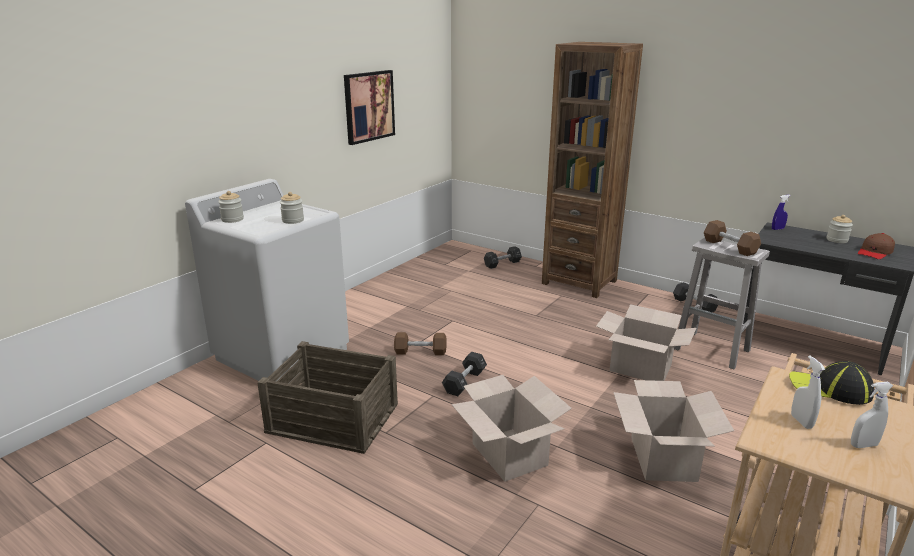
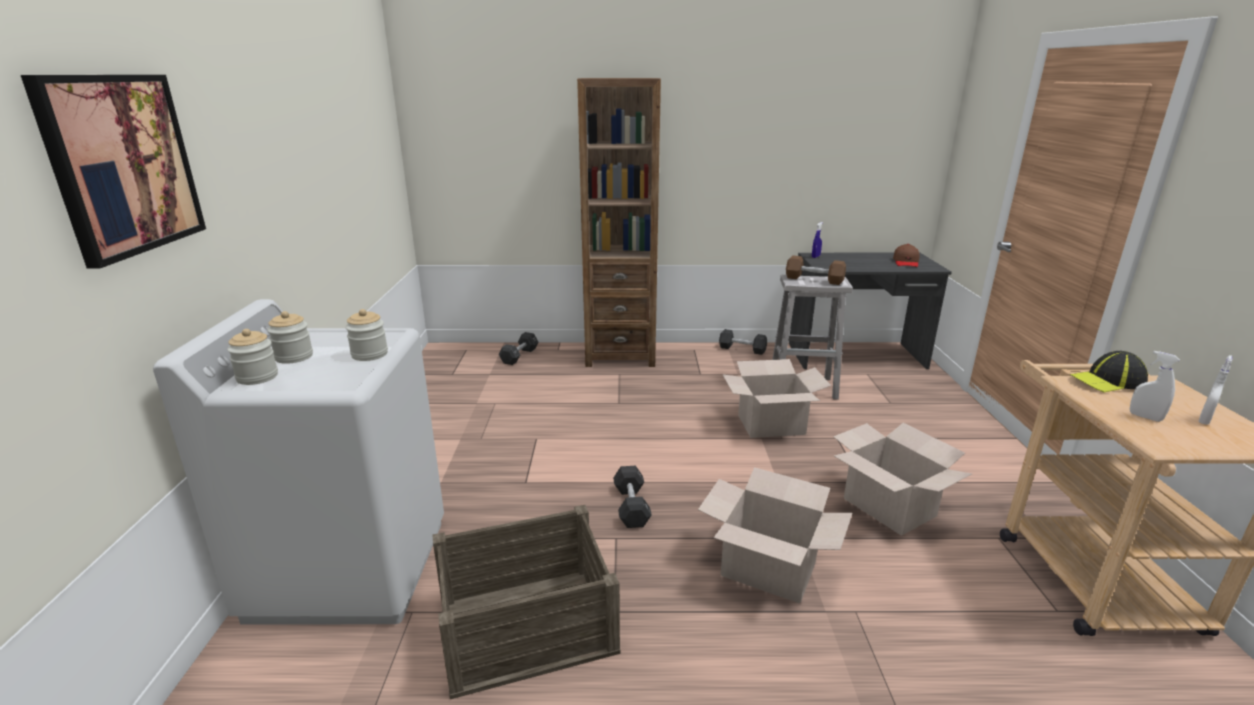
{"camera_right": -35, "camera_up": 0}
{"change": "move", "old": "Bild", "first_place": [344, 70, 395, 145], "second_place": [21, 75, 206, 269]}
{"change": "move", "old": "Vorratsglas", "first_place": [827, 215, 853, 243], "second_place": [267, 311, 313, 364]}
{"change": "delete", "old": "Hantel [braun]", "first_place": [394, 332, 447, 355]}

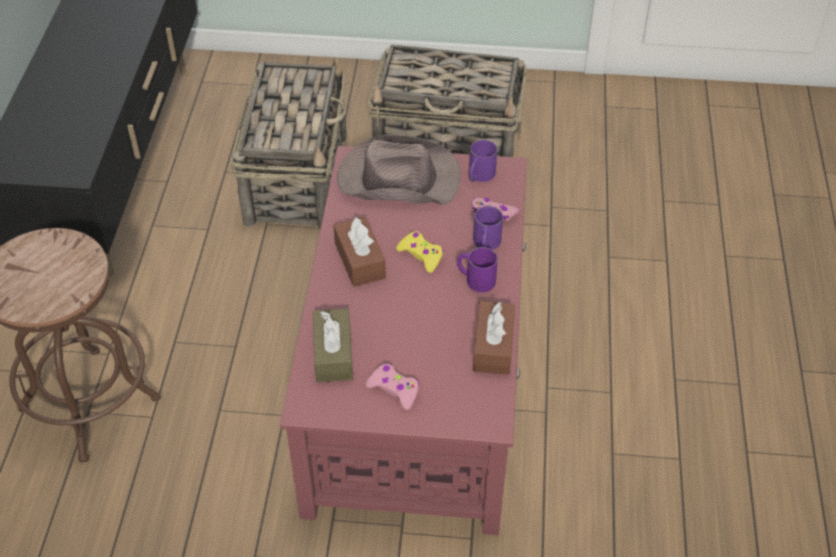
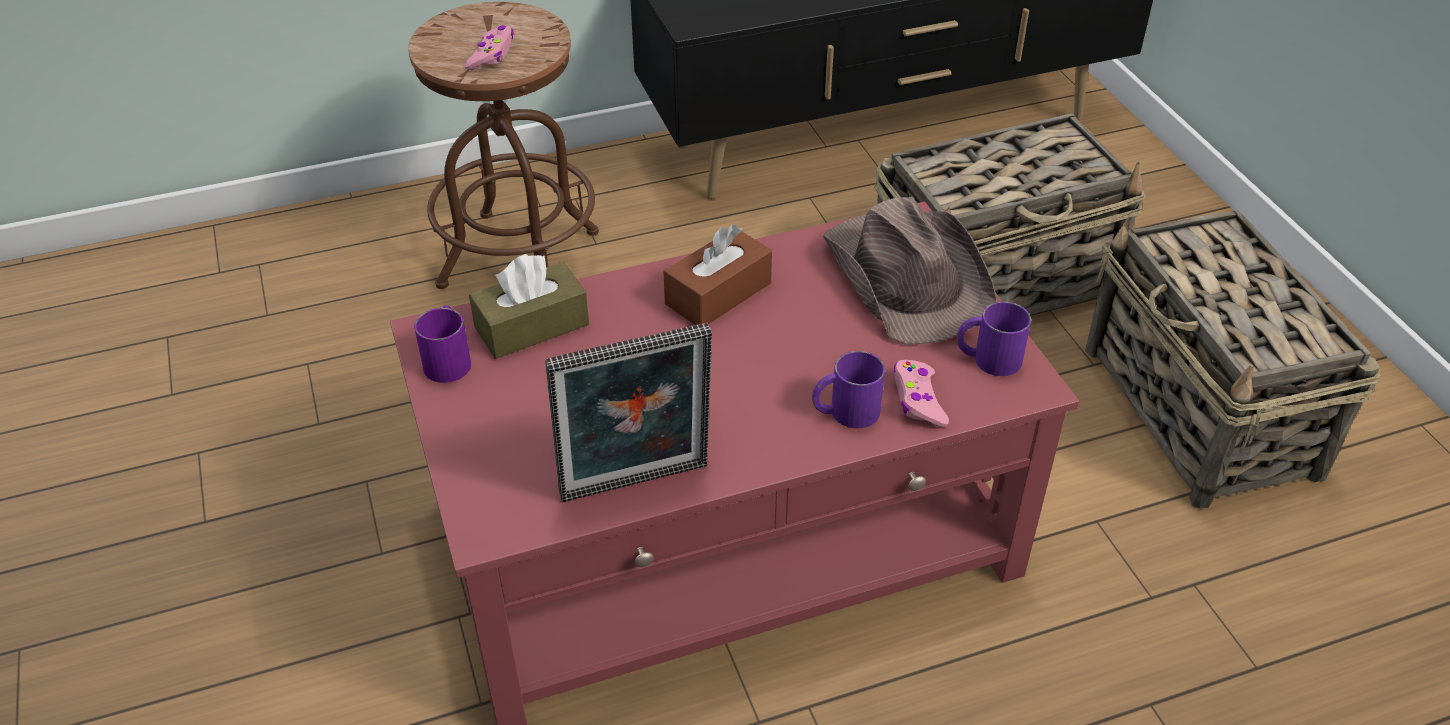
{"camera_right": 65, "camera_up": -5}
{"change": "delete", "old": "Gamepad [gelb]", "first_place": [396, 231, 444, 273]}
{"change": "move", "old": "Henkelbecher [lila]", "first_place": [457, 247, 498, 292], "second_place": [414, 305, 471, 383]}
{"change": "replace", "old": "Taschentuchbox [braun]", "new": "Bilderrahmen", "first_place": [473, 301, 515, 375], "second_place": [545, 323, 712, 502]}
{"change": "move", "old": "Gamepad [rosa]", "first_place": [366, 363, 420, 410], "second_place": [465, 25, 514, 70]}

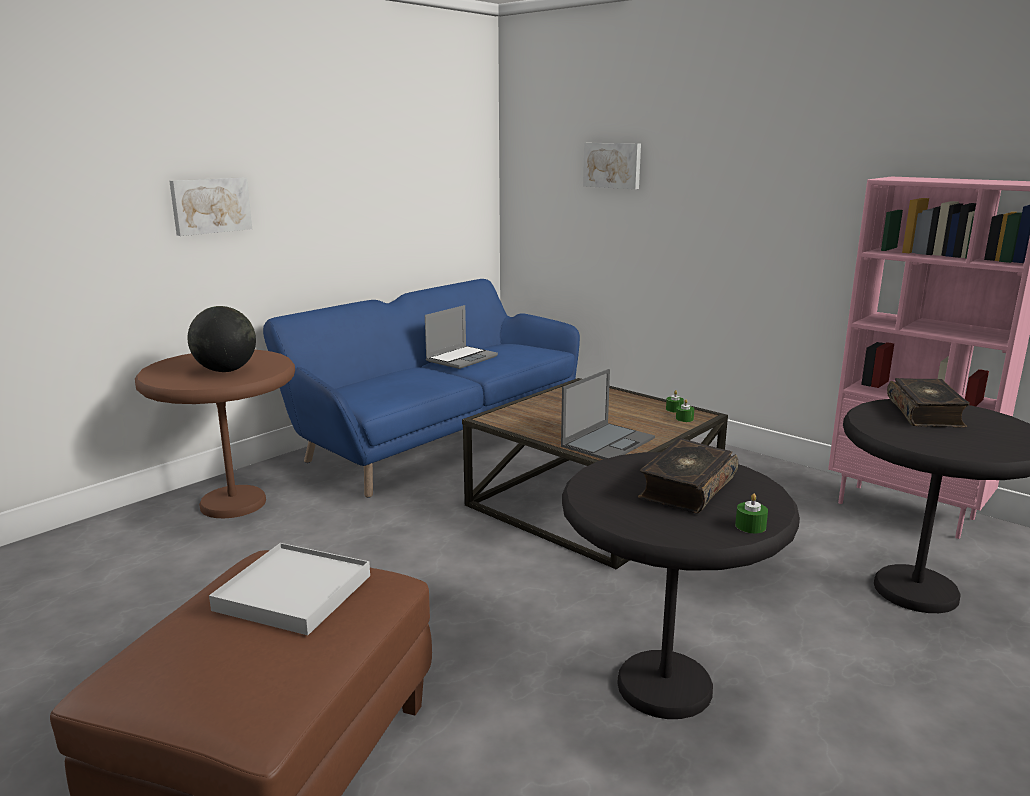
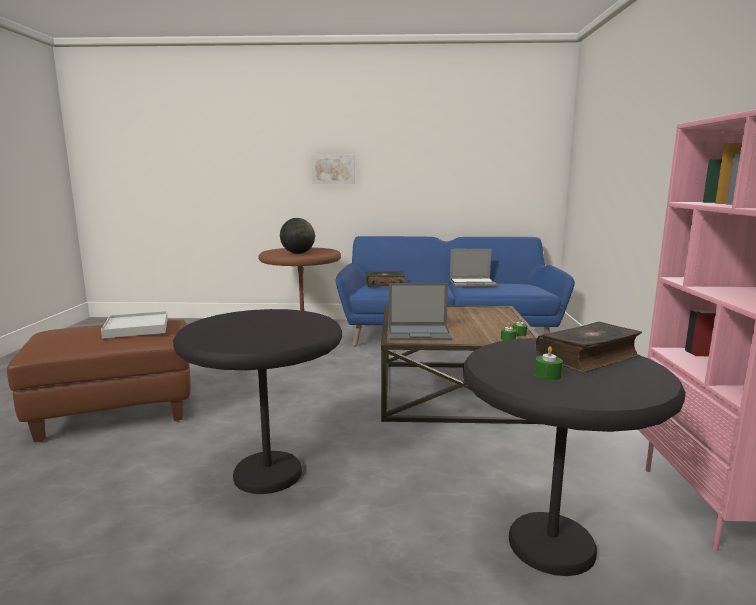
{"camera_right": 50, "camera_up": -5}
{"change": "delete", "old": "Bild", "first_place": [583, 143, 641, 189]}
{"change": "move", "old": "Buch", "first_place": [638, 438, 738, 513], "second_place": [365, 271, 406, 287]}
{"change": "move", "old": "Kerze [grün]", "first_place": [735, 494, 768, 533], "second_place": [535, 346, 563, 380]}

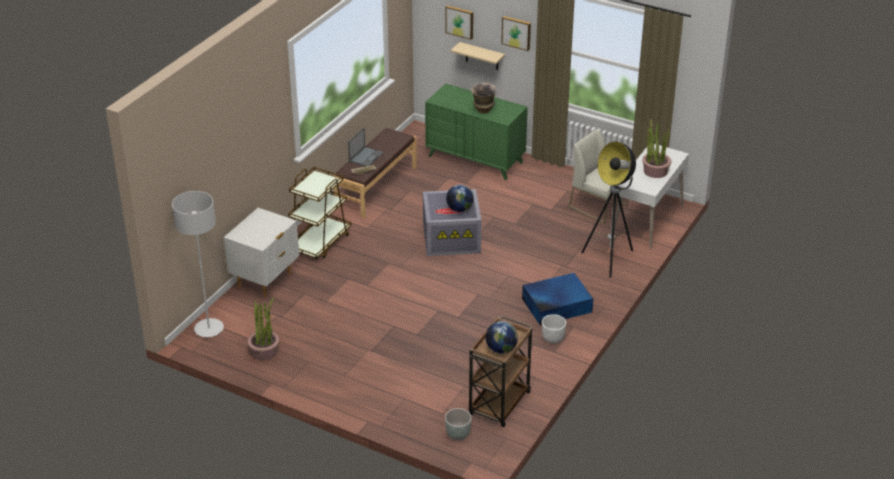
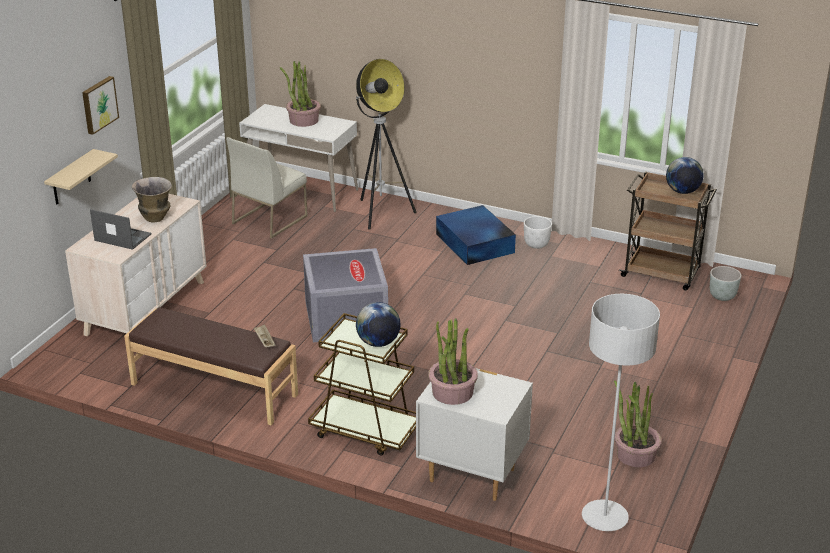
{"camera_right": -95, "camera_up": -5}
{"change": "delete", "old": "Bild", "first_place": [445, 5, 473, 40]}
{"change": "recolor", "old": "Kommode [grün]", "new": "Kommode [beige]", "first_place": [425, 84, 528, 180], "second_place": [65, 194, 207, 336]}
{"change": "move", "old": "Laptop", "first_place": [348, 128, 384, 167], "second_place": [90, 209, 152, 250]}
{"change": "move", "old": "Globus", "first_place": [446, 185, 474, 212], "second_place": [356, 302, 400, 347]}
{"change": "insert", "new": "Topfpflanze", "second_place": [428, 318, 478, 405]}

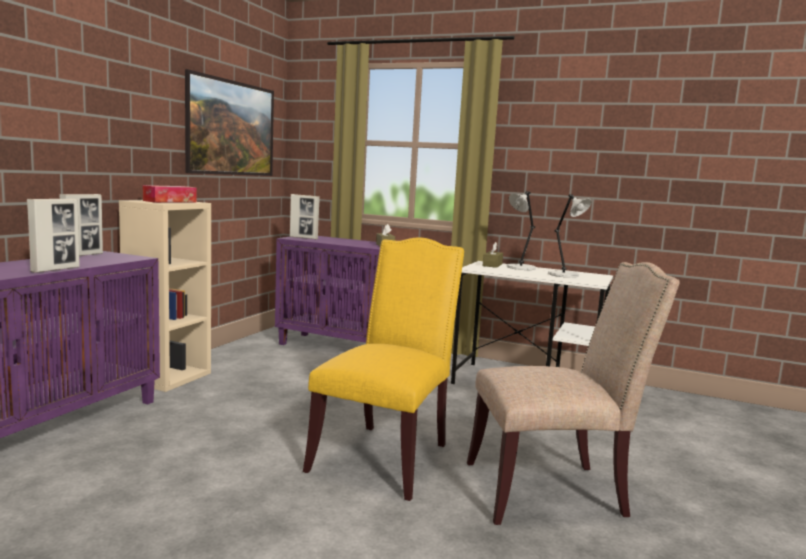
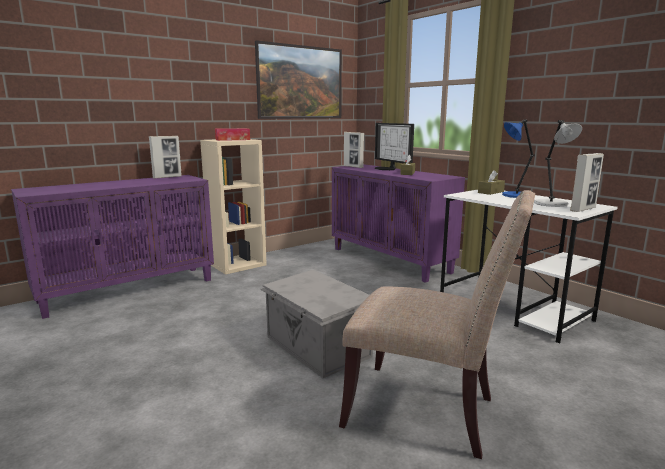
{"camera_right": 30, "camera_up": 5}
{"change": "recolor", "old": "Tischlampe [grau]", "new": "Tischlampe [blau]", "first_place": [507, 191, 536, 270], "second_place": [502, 120, 535, 198]}
{"change": "move", "old": "Bilderrahmen", "first_place": [27, 199, 80, 273], "second_place": [570, 153, 604, 212]}
{"change": "replace", "old": "Stuhl [gelb]", "new": "Aufbewahrungsbox [grau]", "first_place": [303, 238, 464, 501], "second_place": [260, 270, 373, 378]}
{"change": "insert", "new": "Monitor", "second_place": [375, 123, 414, 170]}

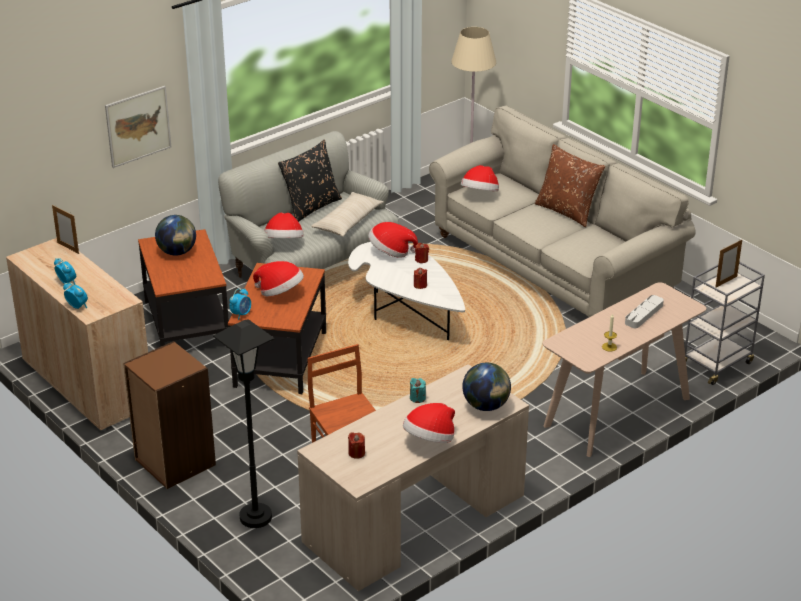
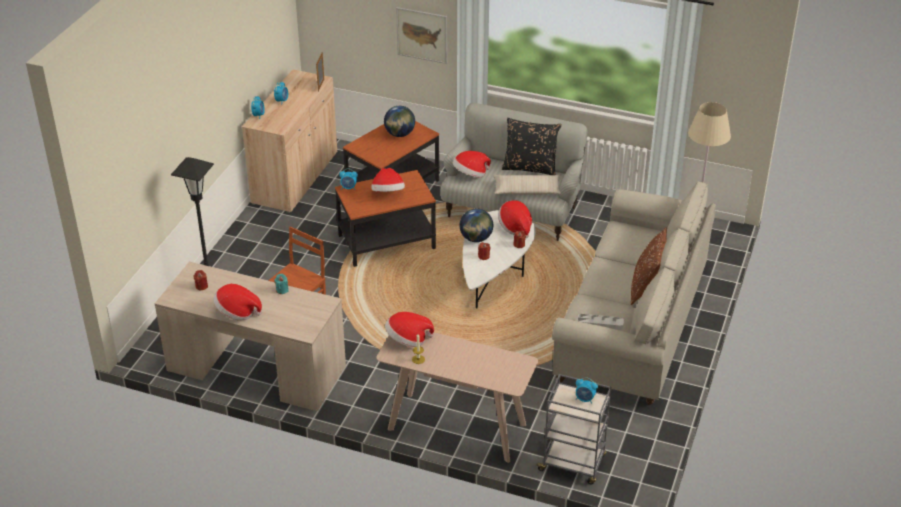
{"camera_right": 60, "camera_up": 5}
{"change": "move", "old": "Hut", "first_place": [461, 165, 499, 191], "second_place": [385, 312, 434, 347]}
{"change": "replace", "old": "Bilderrahmen", "new": "Wecker", "first_place": [715, 240, 742, 288], "second_place": [576, 377, 598, 404]}
{"change": "move", "old": "Tablett [grau]", "first_place": [625, 295, 664, 328], "second_place": [577, 314, 624, 330]}
{"change": "delete", "old": "Bücherregal [braun]", "first_place": [123, 341, 216, 489]}
{"change": "move", "old": "Globus", "first_place": [462, 363, 511, 411], "second_place": [459, 208, 493, 242]}

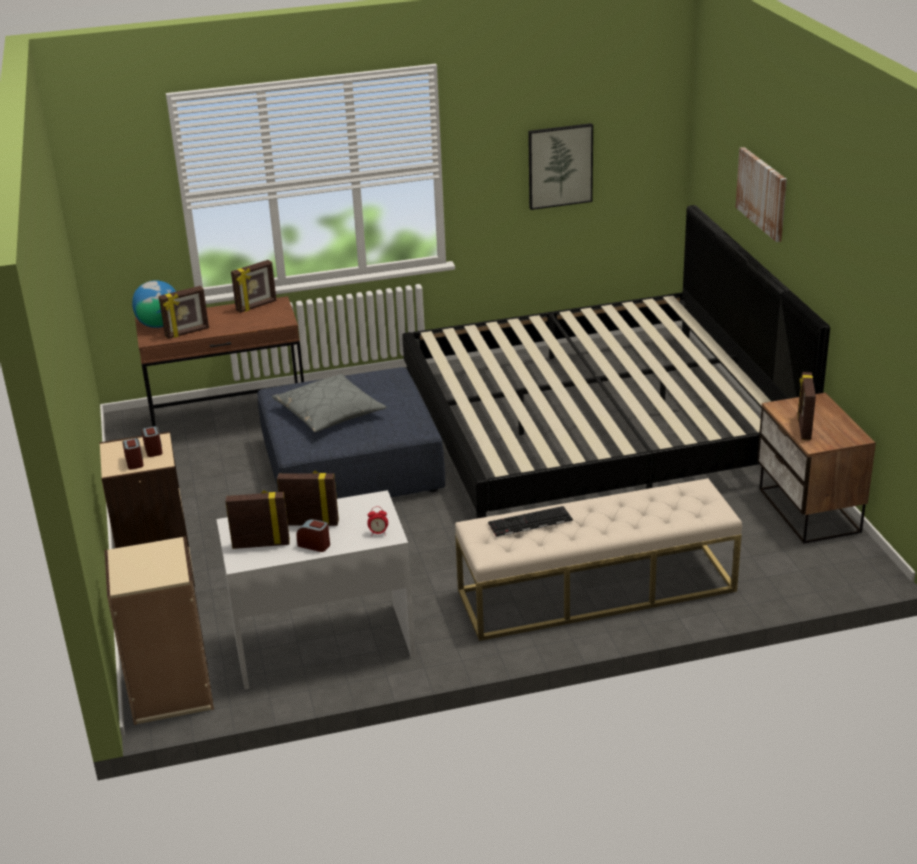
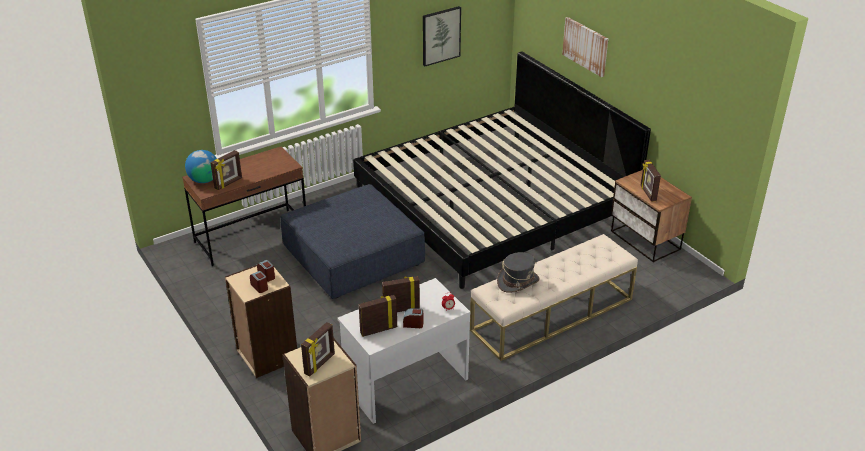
{"camera_right": -20, "camera_up": 5}
{"change": "move", "old": "Bilderrahmen", "first_place": [231, 260, 277, 313], "second_place": [301, 322, 335, 377]}
{"change": "delete", "old": "Kissen [grau]", "first_place": [272, 374, 387, 432]}
{"change": "replace", "old": "Tastatur", "new": "Hut [grau]", "first_place": [488, 506, 573, 537], "second_place": [497, 252, 540, 293]}

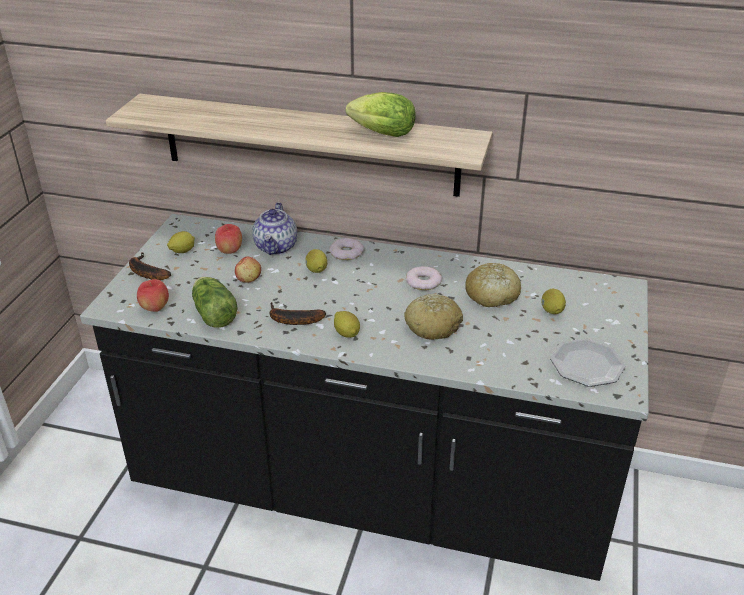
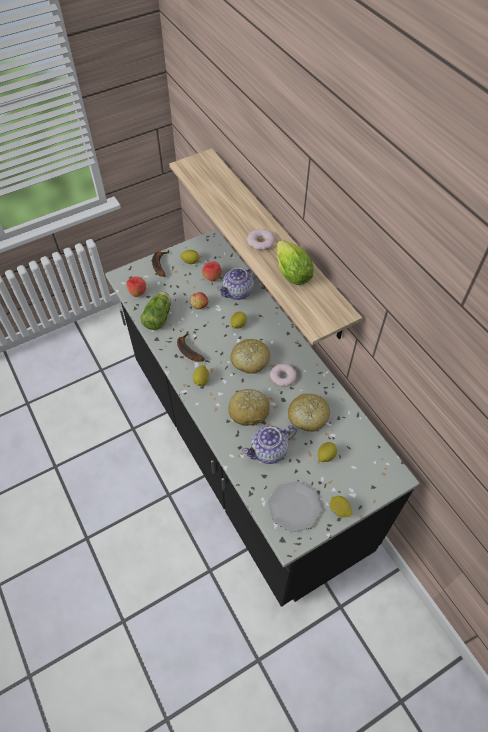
{"camera_right": 45, "camera_up": 20}
{"change": "move", "old": "Donut", "first_place": [329, 238, 364, 260], "second_place": [247, 229, 275, 250]}
{"change": "insert", "new": "Brot", "second_place": [230, 339, 270, 374]}
{"change": "insert", "new": "Teekanne", "second_place": [242, 425, 297, 464]}
{"change": "insert", "new": "Zitrone", "second_place": [330, 496, 352, 517]}

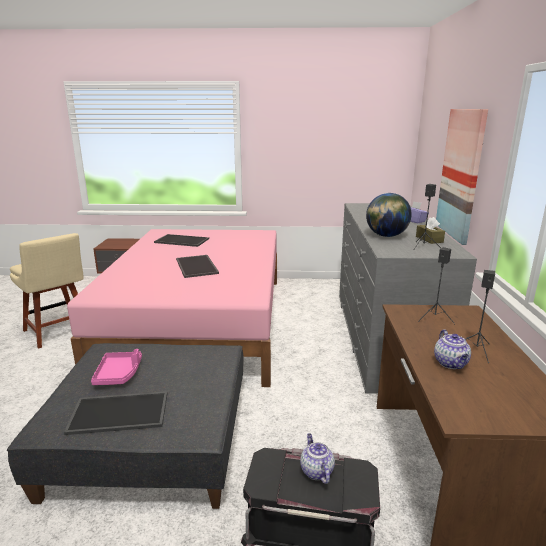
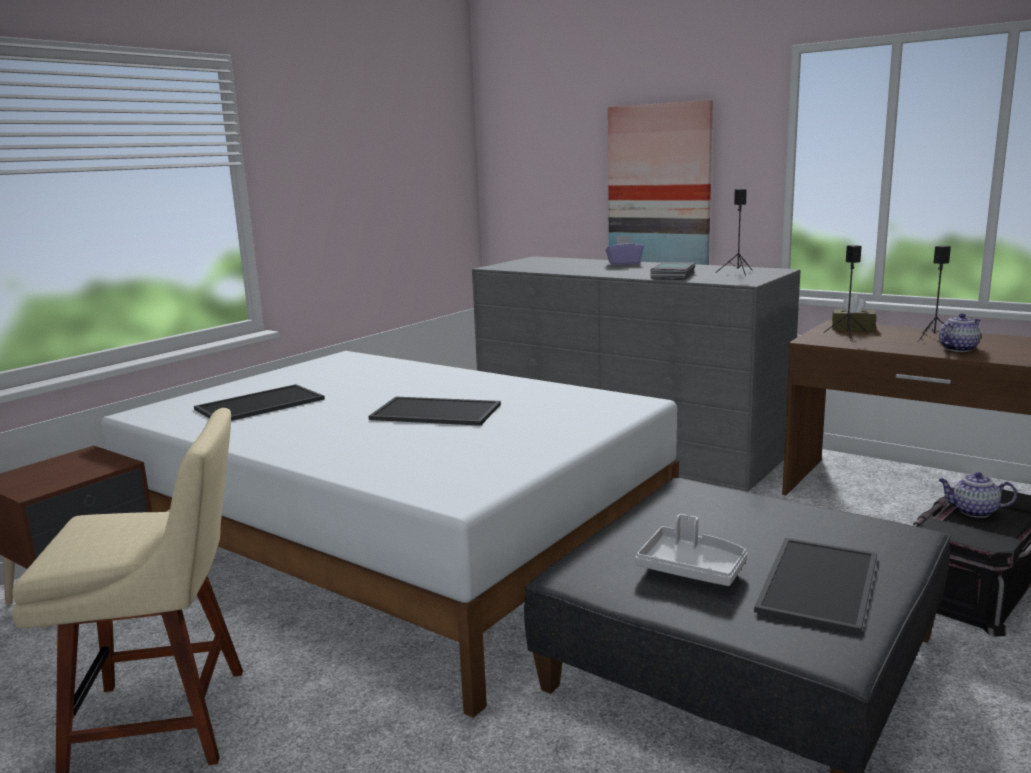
{"camera_right": -55, "camera_up": -5}
{"change": "replace", "old": "Globus", "new": "Buch", "first_place": [366, 193, 412, 237], "second_place": [650, 262, 695, 280]}
{"change": "move", "old": "Taschentuchbox [braun]", "first_place": [416, 217, 445, 244], "second_place": [832, 295, 876, 331]}
{"change": "recolor", "old": "Bett [rosa]", "new": "Bett [weiß]", "first_place": [67, 229, 277, 387], "second_place": [101, 351, 679, 718]}
{"change": "rotate", "old": "Teekanne", "first_place": [434, 329, 471, 369], "second_place": [939, 313, 981, 352], "degrees": -60}
{"change": "recolor", "old": "Tablett [rosa]", "new": "Tablett [grau]", "first_place": [91, 349, 142, 385], "second_place": [635, 514, 747, 586]}

